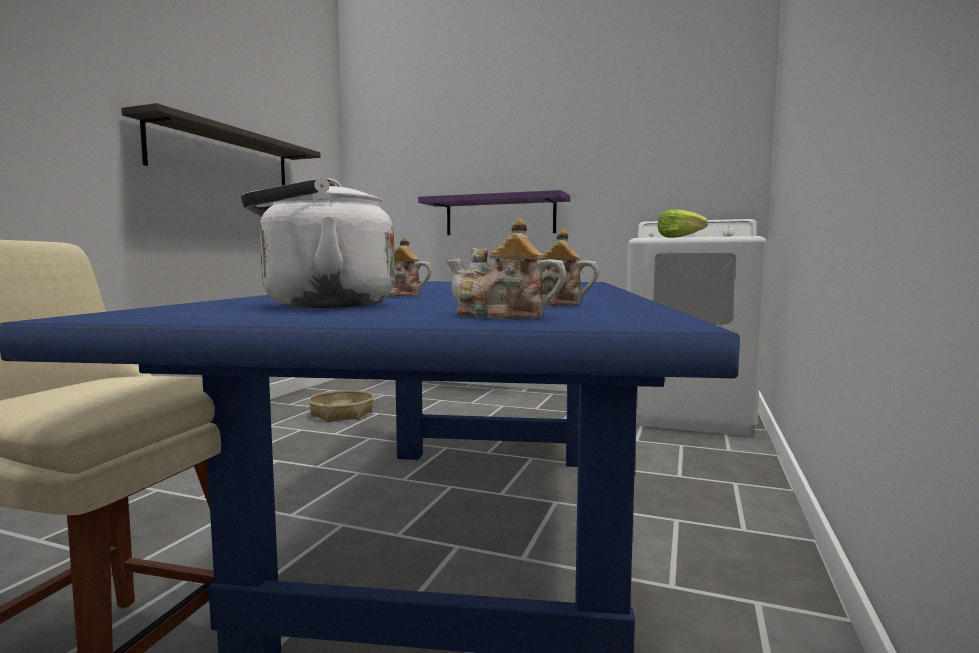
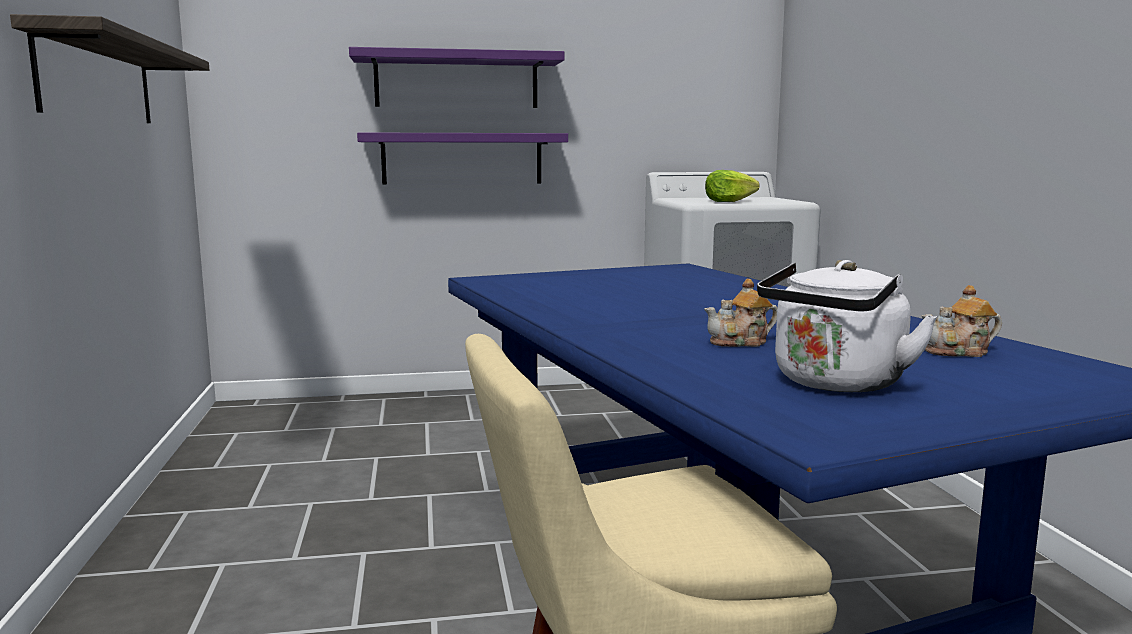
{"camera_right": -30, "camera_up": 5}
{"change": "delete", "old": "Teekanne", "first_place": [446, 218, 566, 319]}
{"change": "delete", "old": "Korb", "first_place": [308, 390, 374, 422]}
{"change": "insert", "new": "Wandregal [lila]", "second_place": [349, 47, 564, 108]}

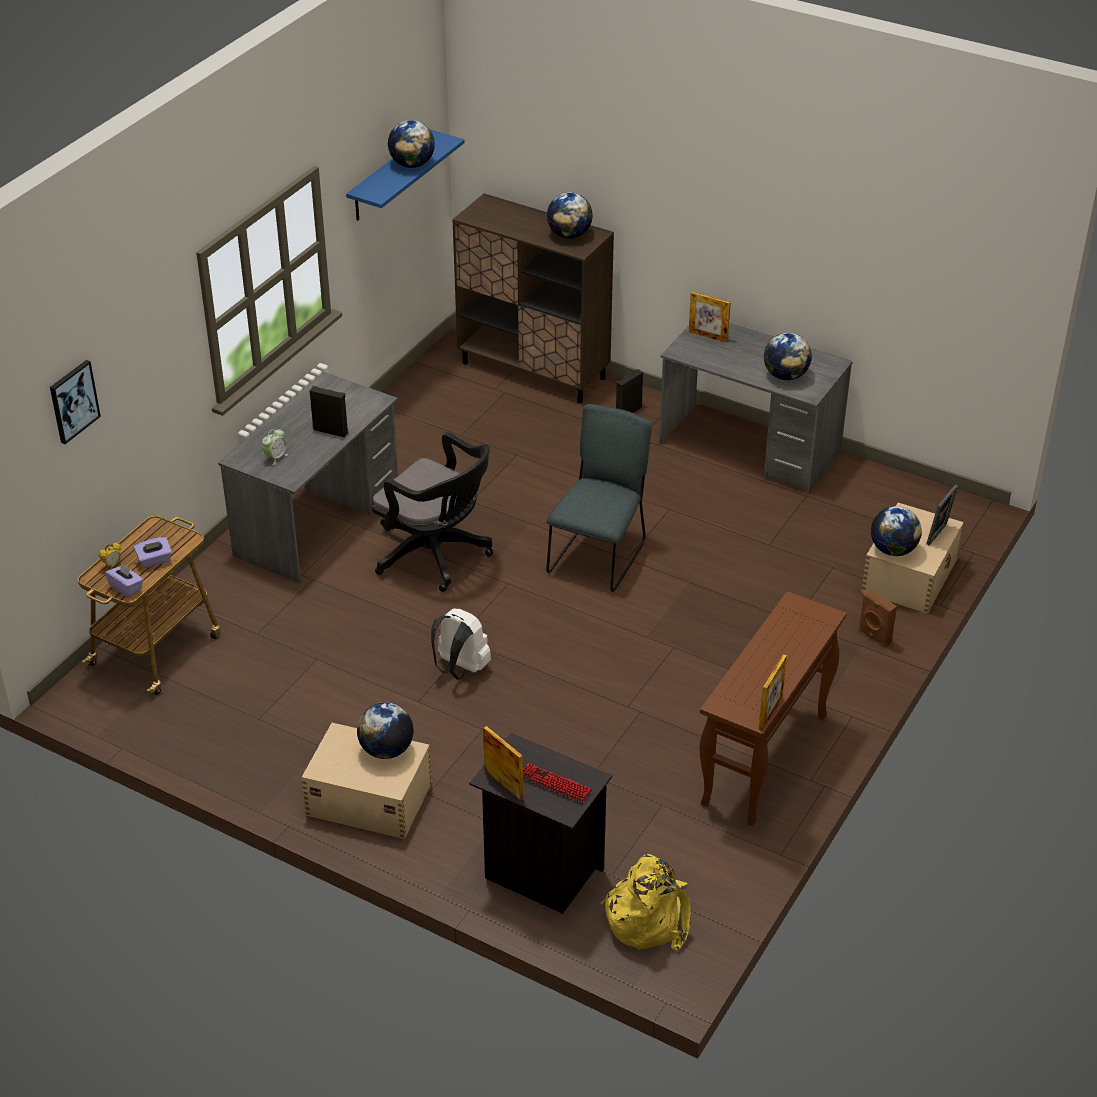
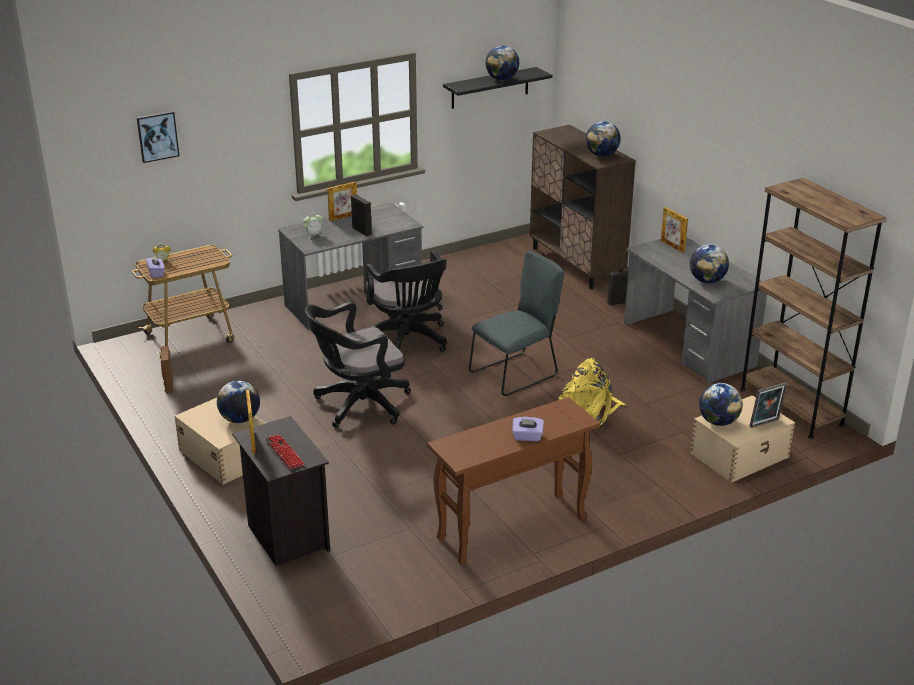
{"camera_right": 30, "camera_up": -10}
{"change": "recolor", "old": "Wandregal [blau]", "new": "Wandregal [schwarz]", "first_place": [346, 130, 465, 221], "second_place": [443, 67, 552, 109]}
{"change": "move", "old": "Taschentuchbox [lila]", "first_place": [134, 537, 172, 568], "second_place": [512, 417, 544, 441]}
{"change": "move", "old": "Lautsprecher [braun]", "first_place": [858, 588, 897, 648], "second_place": [160, 346, 173, 393]}
{"change": "replace", "old": "Rucksack [weiß]", "new": "Bürostuhl [schwarz]", "first_place": [431, 608, 491, 680], "second_place": [305, 302, 411, 428]}
{"change": "move", "old": "Bilderrahmen", "first_place": [759, 654, 787, 731], "second_place": [327, 181, 357, 221]}
{"change": "move", "old": "Rucksack [gelb]", "first_place": [601, 854, 691, 951], "second_place": [559, 358, 626, 425]}
{"change": "insert", "new": "Bücherregal [braun]", "second_place": [740, 178, 886, 439]}

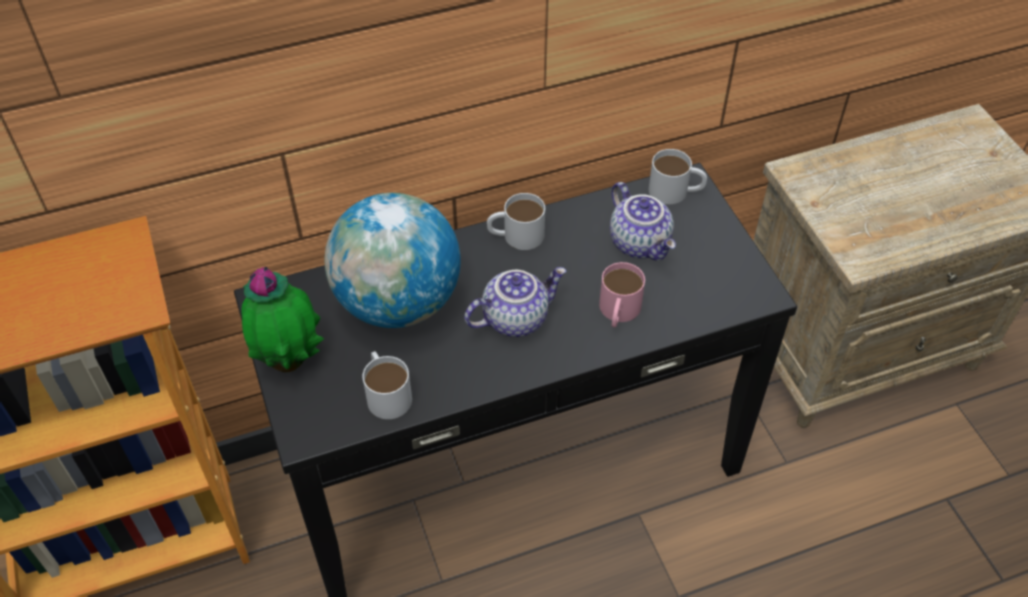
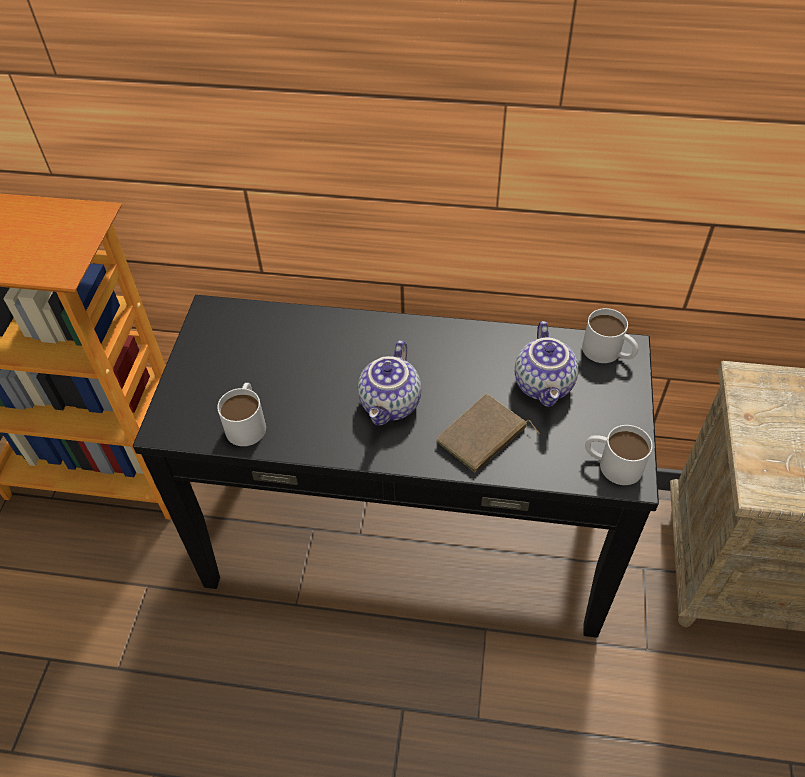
{"camera_right": 30, "camera_up": 0}
{"change": "delete", "old": "Globus", "first_place": [324, 193, 461, 328]}
{"change": "move", "old": "Henkelbecher [weiß]", "first_place": [487, 193, 545, 250], "second_place": [585, 425, 653, 485]}
{"change": "replace", "old": "Henkelbecher [rosa]", "new": "Buch [braun]", "first_place": [599, 262, 645, 328], "second_place": [436, 394, 540, 473]}
{"change": "delete", "old": "Topfpflanze", "first_place": [241, 267, 324, 372]}
{"change": "rotate", "old": "Teekanne", "first_place": [464, 267, 566, 337], "second_place": [358, 340, 421, 426], "degrees": 105}

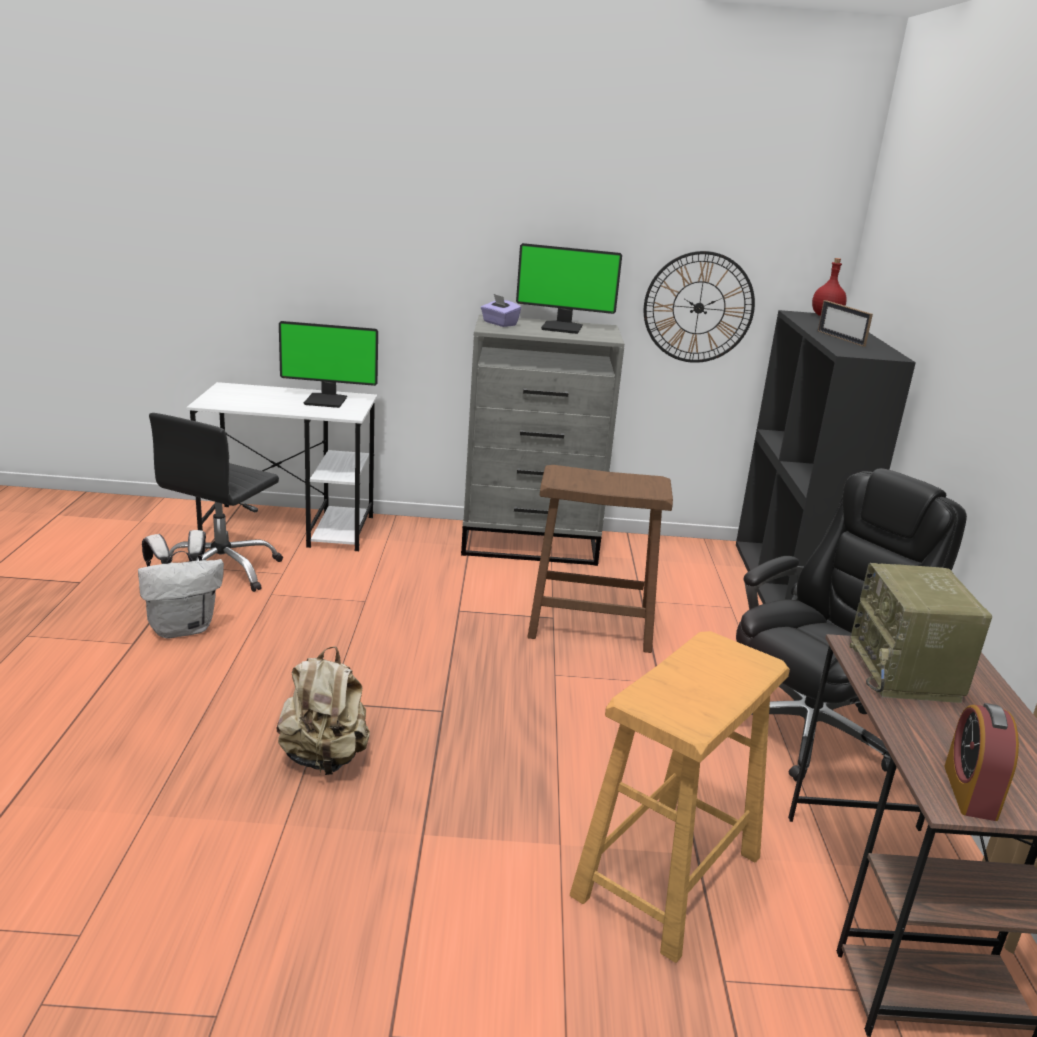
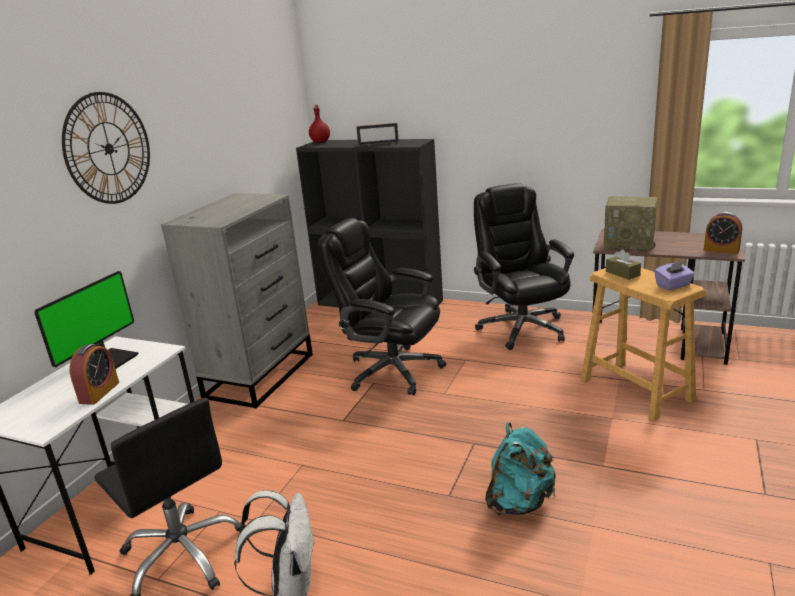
{"camera_right": -65, "camera_up": 0}
{"change": "delete", "old": "Monitor", "first_place": [516, 243, 622, 334]}
{"change": "move", "old": "Wanduhr", "first_place": [644, 251, 755, 363], "second_place": [62, 92, 150, 204]}
{"change": "move", "old": "Taschentuchbox [lila]", "first_place": [481, 294, 521, 327], "second_place": [654, 261, 695, 290]}
{"change": "replace", "old": "Hocker [braun]", "new": "Bürostuhl [schwarz]", "first_place": [528, 465, 673, 653], "second_place": [318, 218, 446, 395]}
{"change": "recolor", "old": "Rucksack [beige]", "new": "Rucksack [türkis]", "first_place": [276, 646, 370, 775], "second_place": [485, 422, 556, 515]}
{"change": "insert", "new": "Taschentuchbox [braun]", "second_place": [606, 249, 641, 280]}
{"change": "insert", "new": "Wecker", "second_place": [69, 344, 119, 405]}

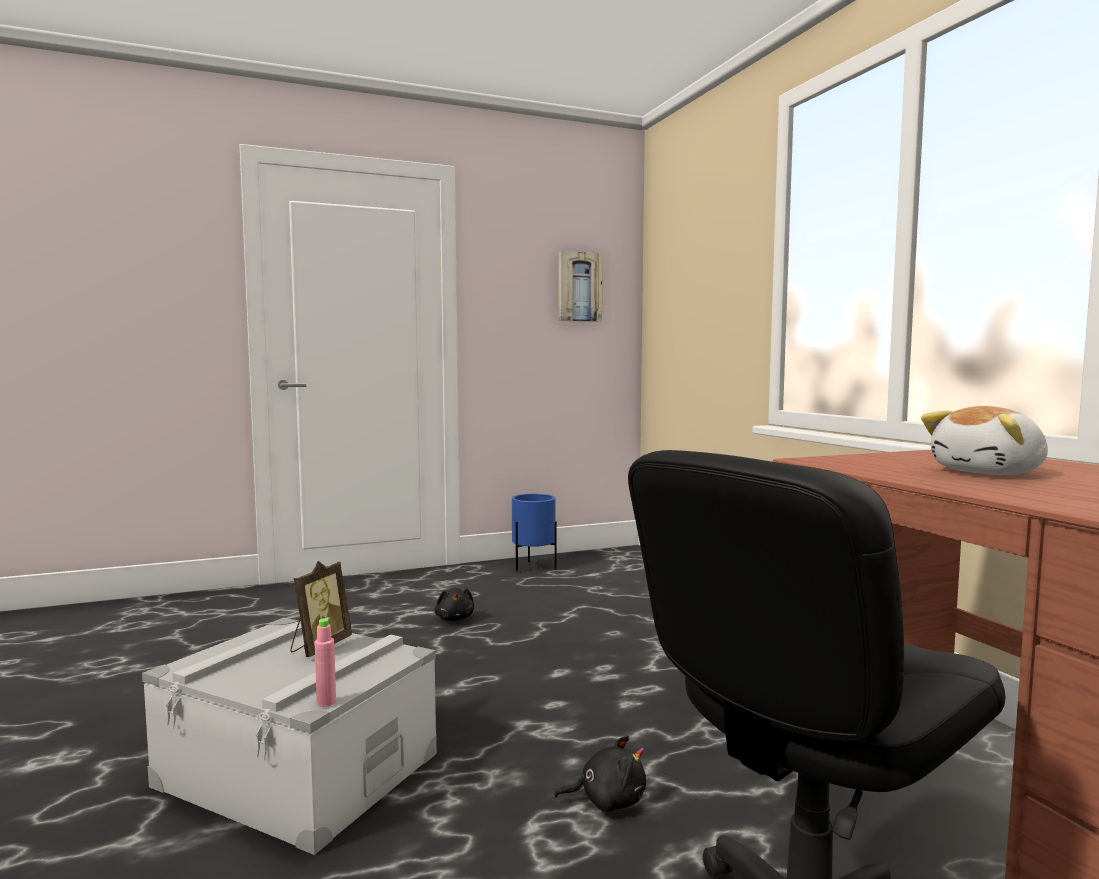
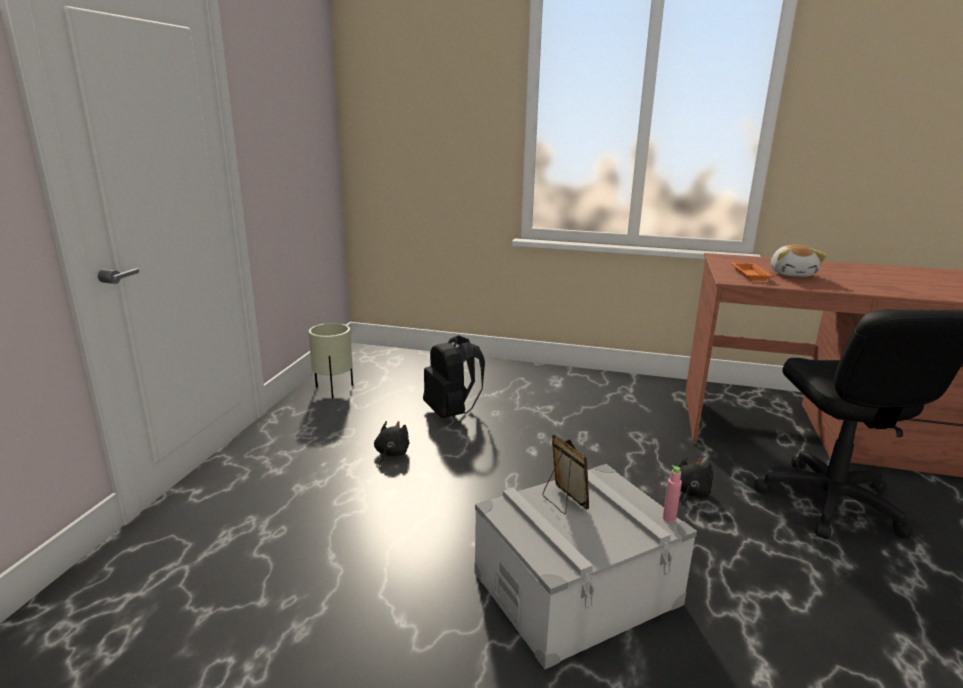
{"camera_right": -55, "camera_up": 15}
{"change": "delete", "old": "Bild", "first_place": [559, 251, 603, 322]}
{"change": "recolor", "old": "Pflanzkübel [blau]", "new": "Pflanzkübel [beige]", "first_place": [512, 494, 557, 571], "second_place": [308, 323, 353, 398]}
{"change": "rotate", "old": "Plüschtier [schwarz]", "first_place": [434, 588, 474, 621], "second_place": [374, 421, 409, 466], "degrees": -90}
{"change": "insert", "new": "Tablett [orange]", "second_place": [731, 263, 773, 281]}
{"change": "insert", "new": "Rucksack [schwarz]", "second_place": [423, 335, 485, 418]}

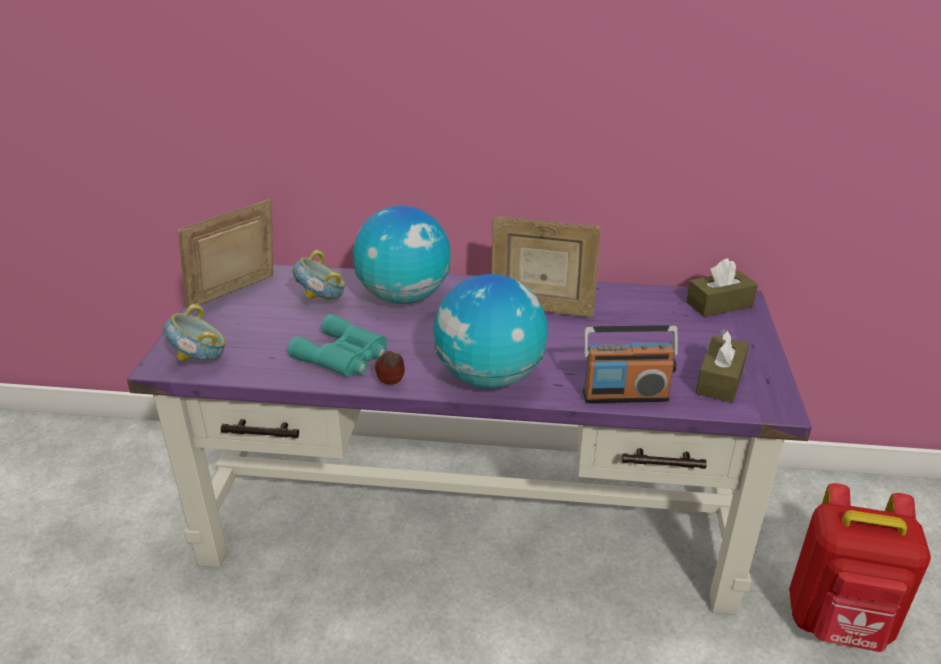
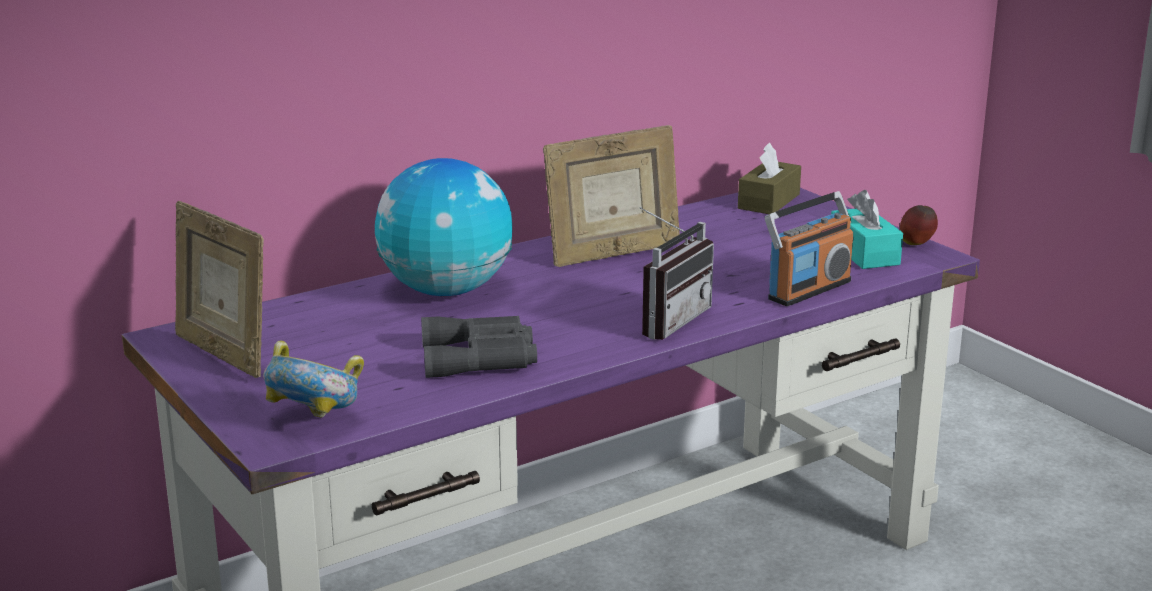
{"camera_right": -40, "camera_up": -10}
{"change": "rotate", "old": "Bilderrahmen", "first_place": [178, 199, 273, 309], "second_place": [175, 201, 264, 378], "degrees": -45}
{"change": "delete", "old": "Schüssel", "first_place": [293, 250, 345, 300]}
{"change": "replace", "old": "Globus", "new": "Radio", "first_place": [433, 274, 548, 389], "second_place": [640, 207, 714, 340]}
{"change": "recolor", "old": "Fernglas [türkis]", "new": "Fernglas [grau]", "first_place": [288, 314, 387, 376], "second_place": [421, 316, 537, 378]}
{"change": "recolor", "old": "Taschentuchbox [braun]", "new": "Taschentuchbox [türkis]", "first_place": [696, 330, 749, 403], "second_place": [831, 190, 903, 269]}
{"change": "move", "old": "Apfel", "first_place": [375, 351, 405, 385], "second_place": [900, 205, 938, 245]}
{"change": "delete", "old": "Rucksack [rot]", "first_place": [789, 483, 931, 652]}

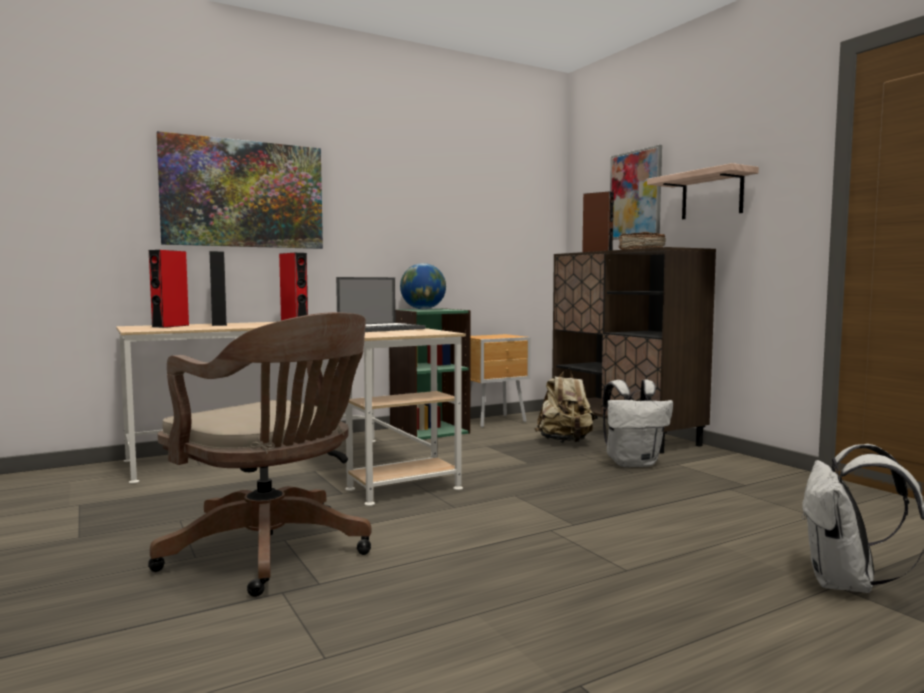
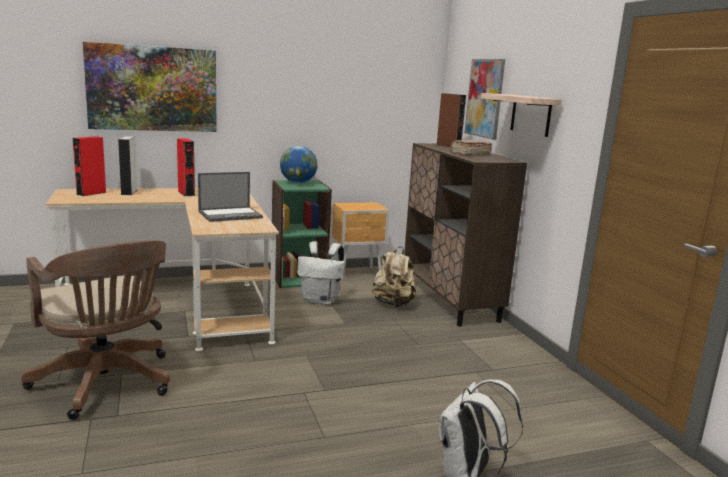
{"camera_right": 10, "camera_up": 10}
{"change": "move", "old": "Rucksack [weiß]", "first_place": [603, 379, 673, 467], "second_place": [297, 241, 345, 305]}

